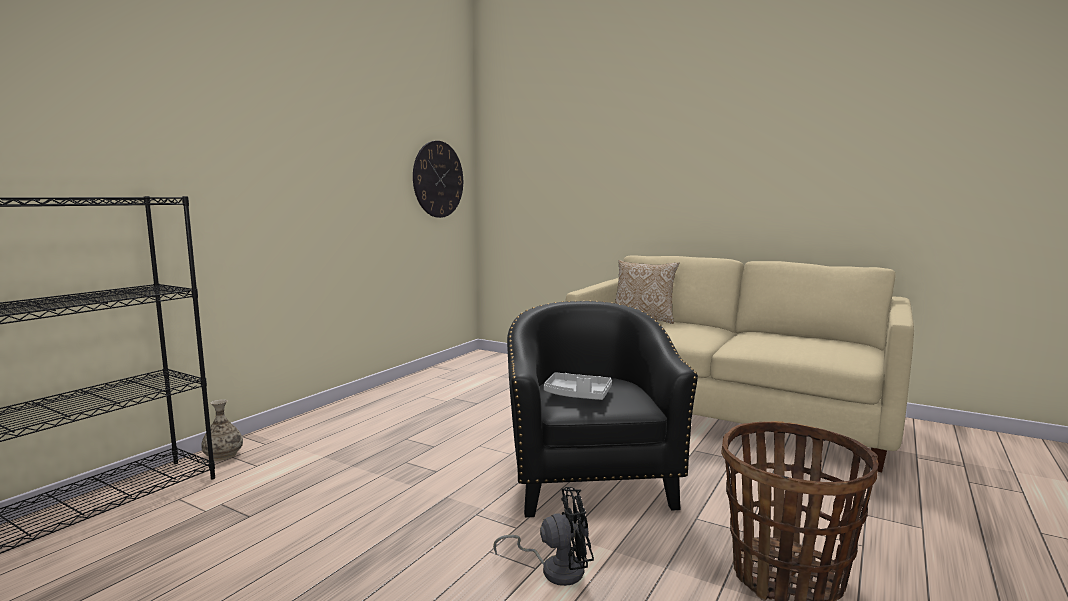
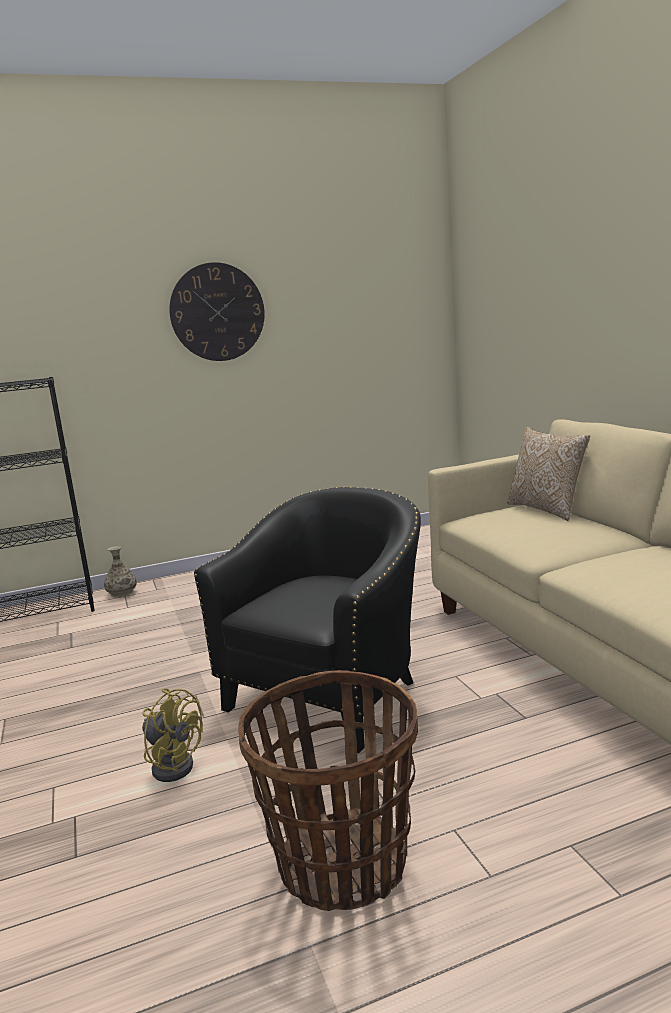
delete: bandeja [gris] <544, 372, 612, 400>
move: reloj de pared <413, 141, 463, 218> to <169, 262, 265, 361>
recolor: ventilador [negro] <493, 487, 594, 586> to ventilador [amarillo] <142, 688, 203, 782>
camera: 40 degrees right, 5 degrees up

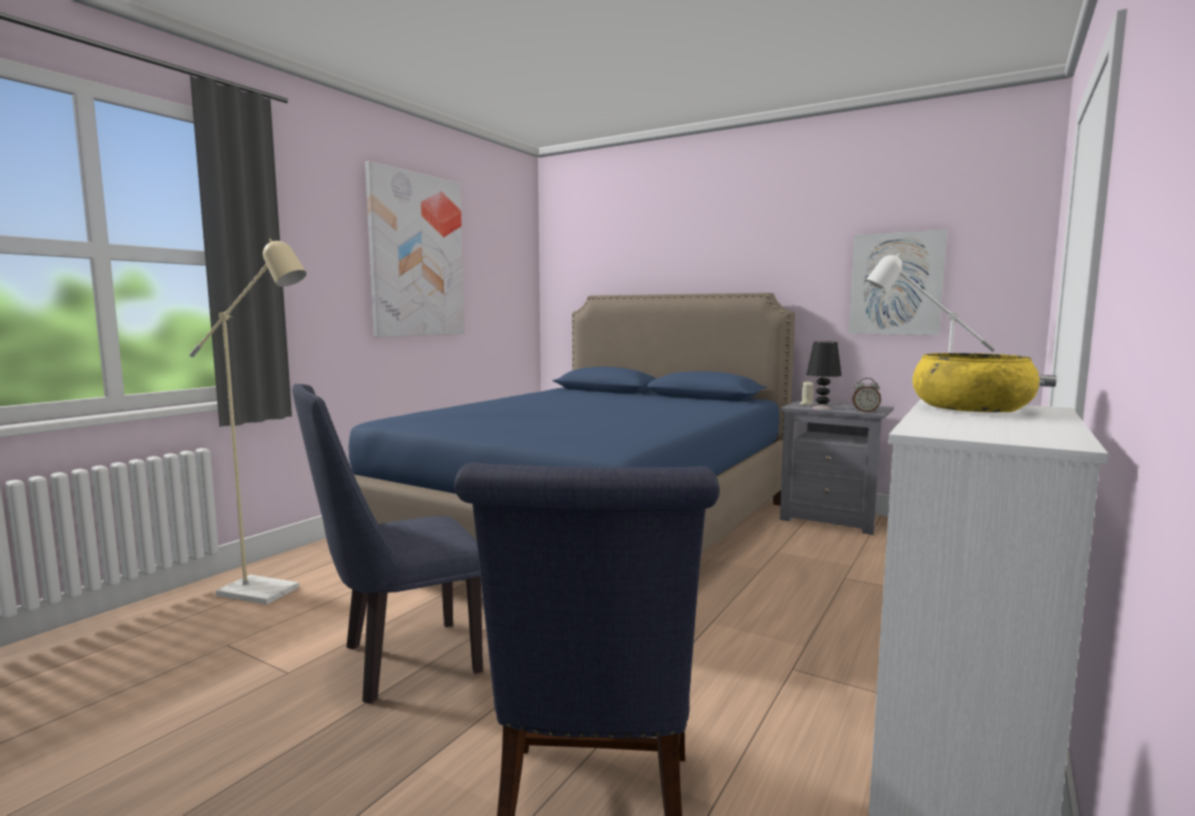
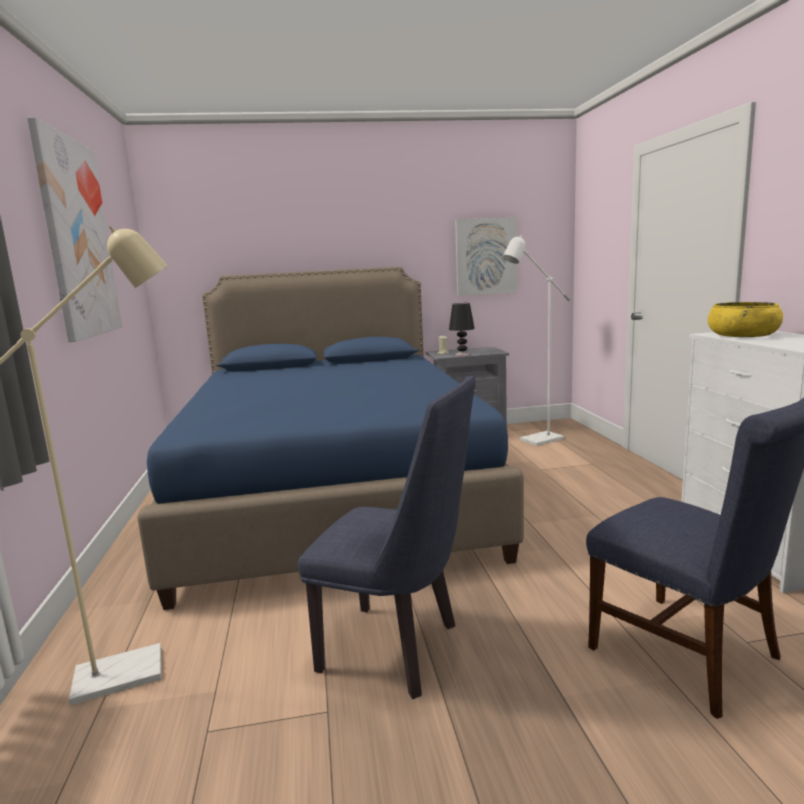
delete: despertador <852, 378, 881, 413>
rotate: silla [azul] <292, 384, 483, 704> = <297, 376, 476, 699> 90 degrees counterclockwise
camera: 40 degrees left, 5 degrees up

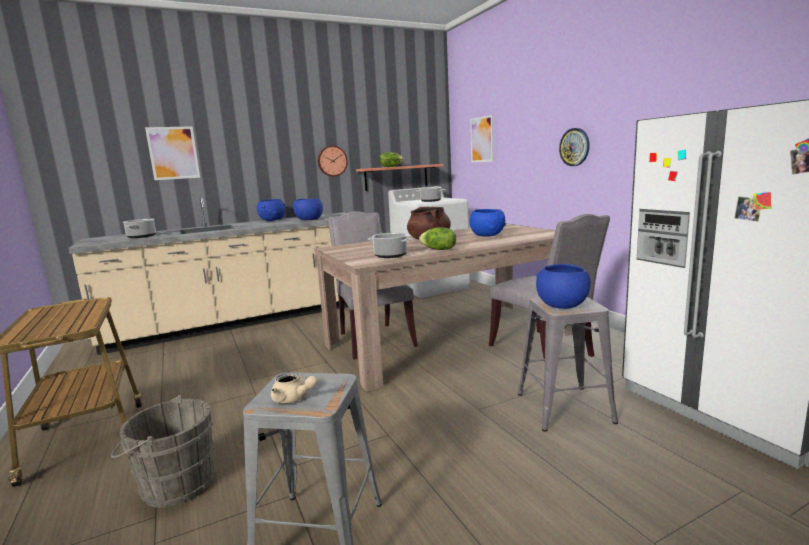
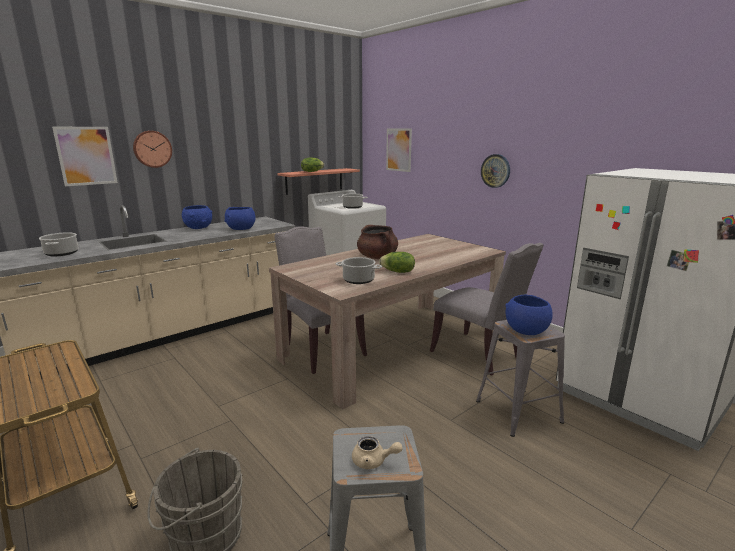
delete: cuenco [azul] <469, 209, 506, 237>
move: reloj de pared <318, 146, 348, 176> to <133, 131, 172, 168>
camera: 15 degrees left, 5 degrees up

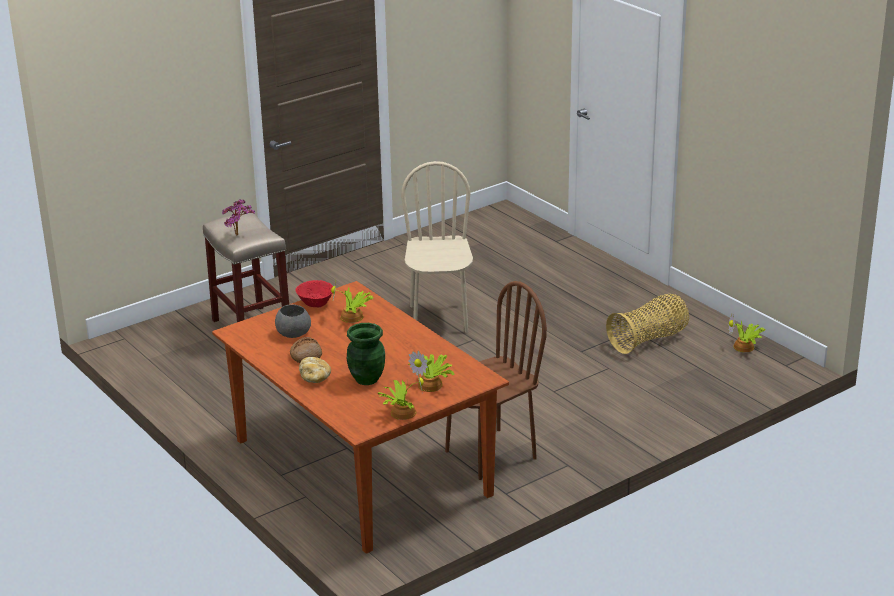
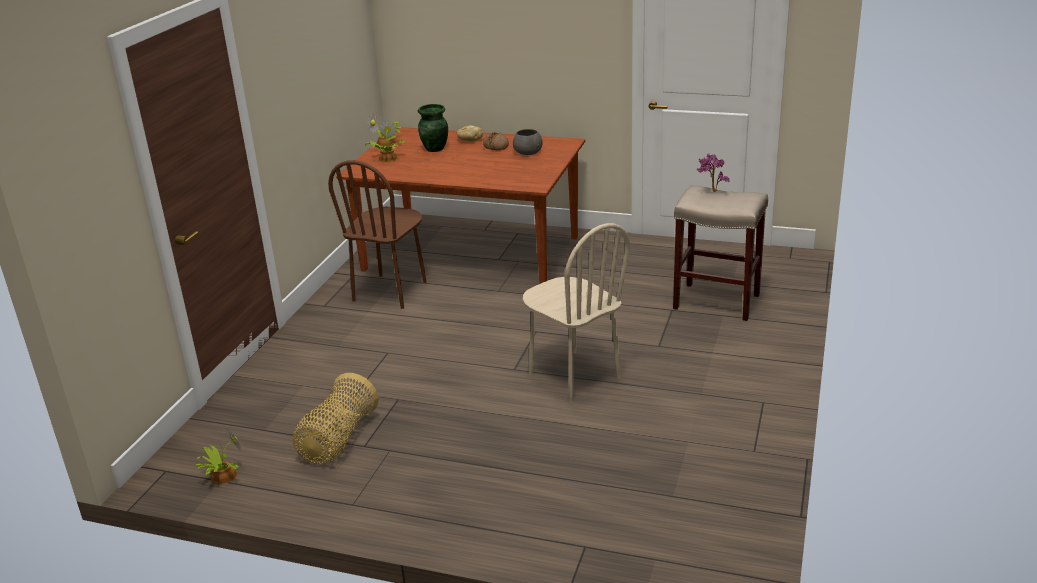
delete: cuenco [rojo] <296, 280, 333, 307>; planta en maceta <331, 280, 374, 323>
camera: 145 degrees right, 0 degrees up

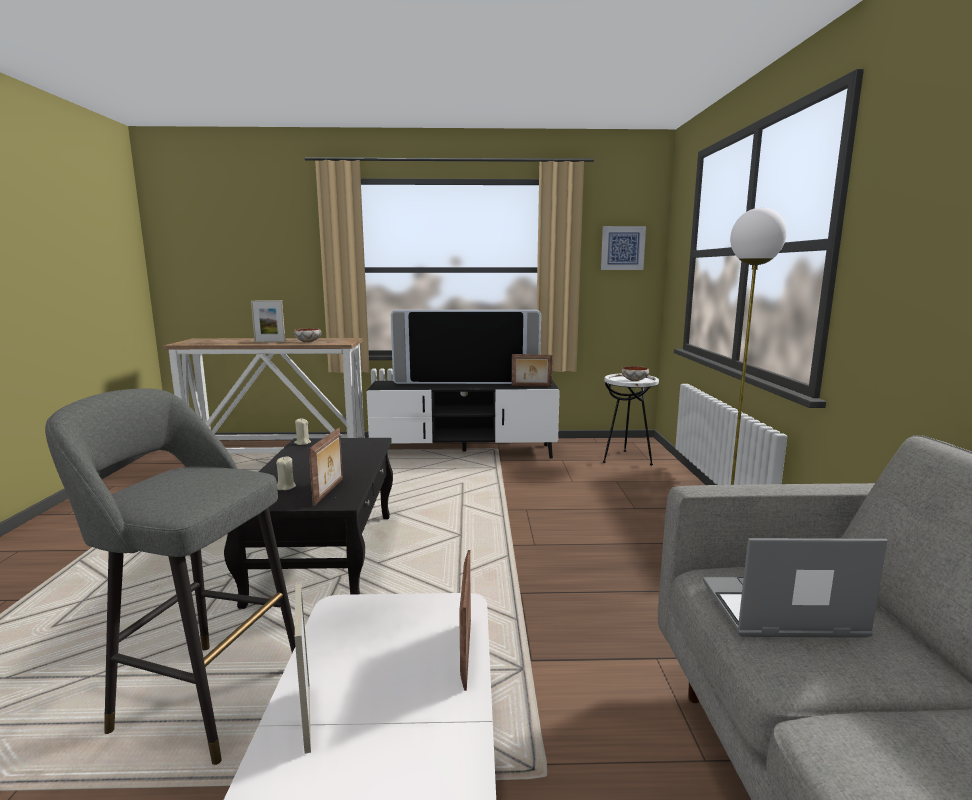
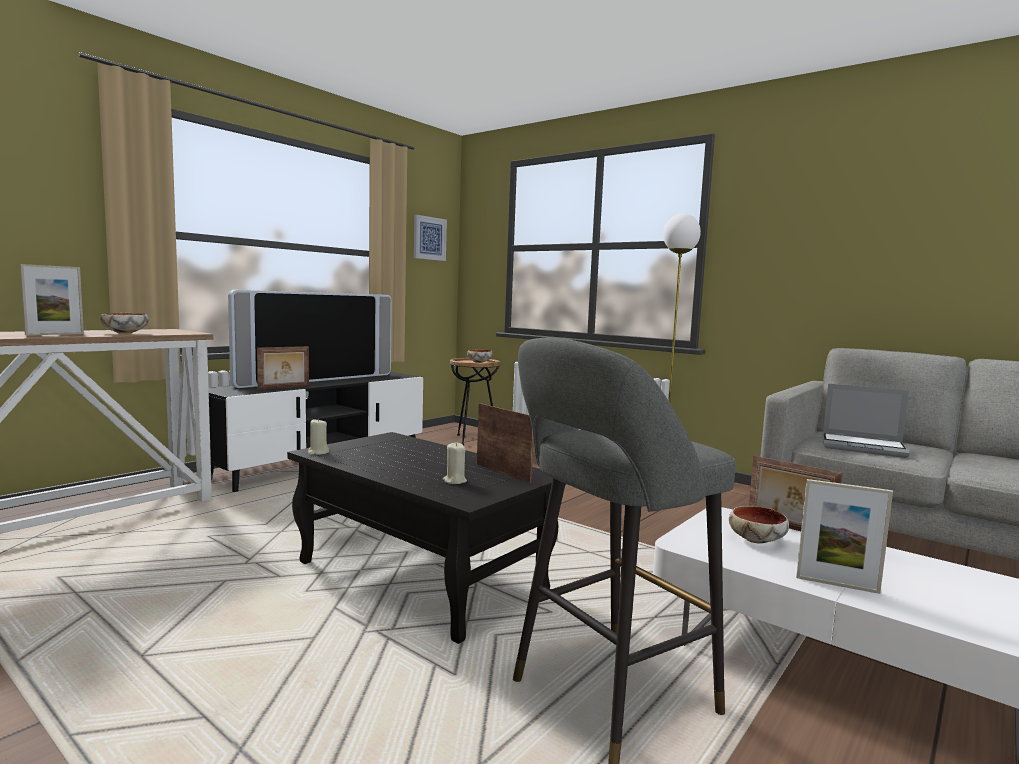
insert: cuenco <729, 506, 789, 544>
move: portarretratos <512, 354, 552, 387> to <257, 346, 309, 390>
recolor: mesa auxiliar [blanco] <603, 373, 659, 465> to mesa auxiliar [marrón] <450, 358, 500, 445>
rotate: portátil <703, 538, 887, 638> = <823, 384, 910, 458> 105 degrees counterclockwise
camera: 50 degrees left, 5 degrees down

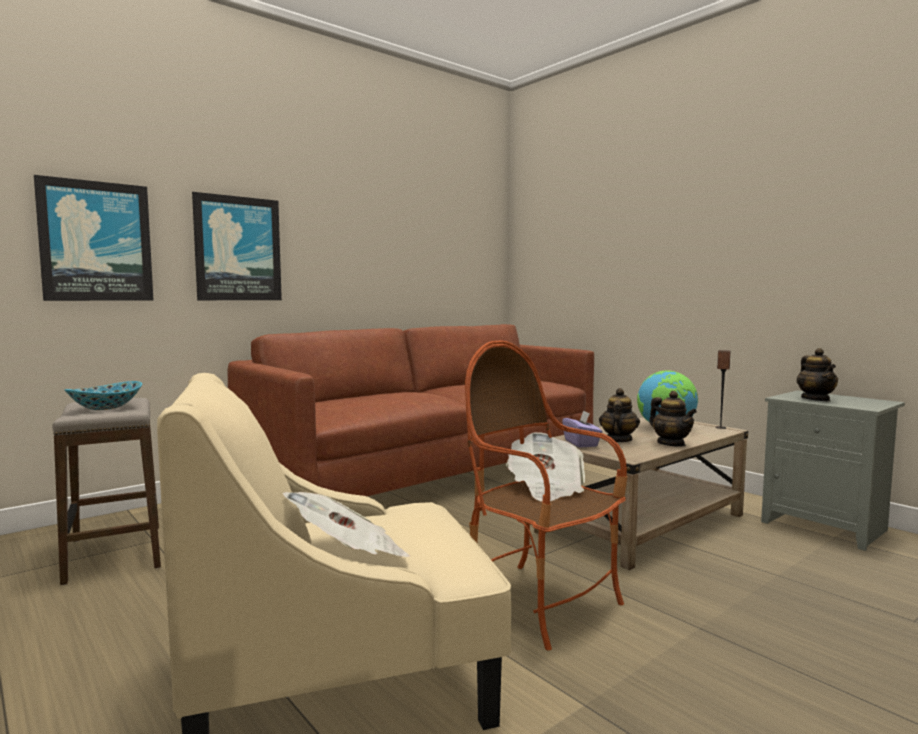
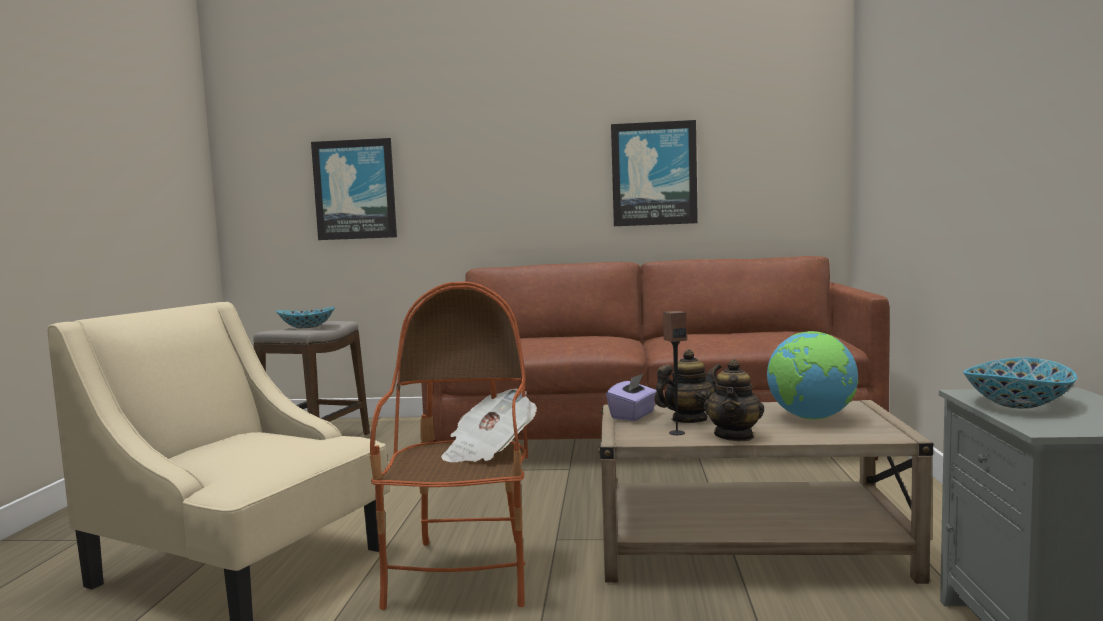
delete: periódico <283, 492, 410, 557>
move: cuadro <192, 192, 282, 300> to <611, 120, 698, 226>; altavoz <715, 350, 730, 429> to <663, 311, 687, 435>
replace: tetera <796, 348, 838, 401> to cuenco <963, 358, 1077, 409>
camera: 45 degrees right, 0 degrees up

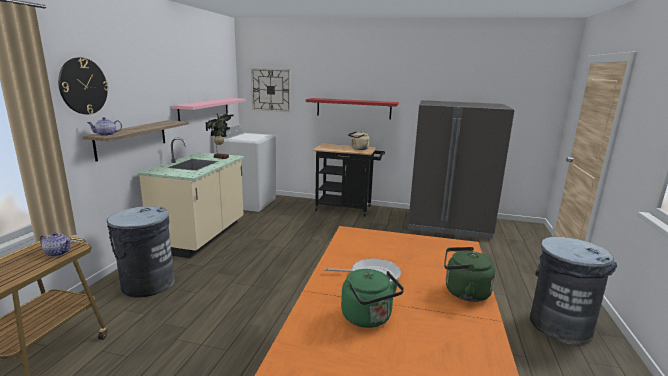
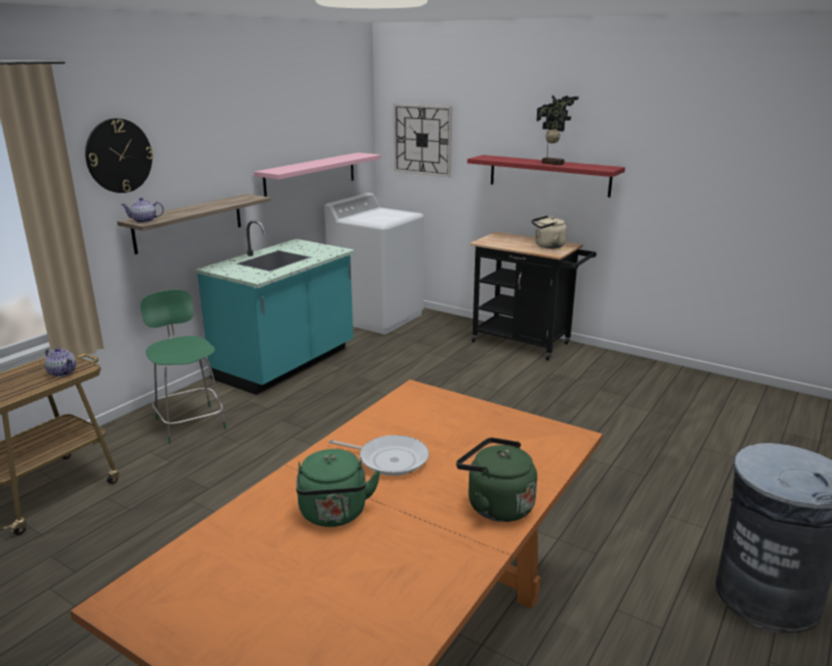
delete: nevera [gris] <408, 100, 515, 239>
move: planta en maceta <205, 114, 233, 159> to <536, 95, 579, 165>
replace: papelera [gris] <107, 206, 175, 298> to silla [verde] <140, 290, 226, 444>
recolor: mueble bajo de cocina [beis] <138, 137, 244, 258> to mueble bajo de cocina [turquesa] <196, 220, 355, 395>
camera: 20 degrees right, 5 degrees up

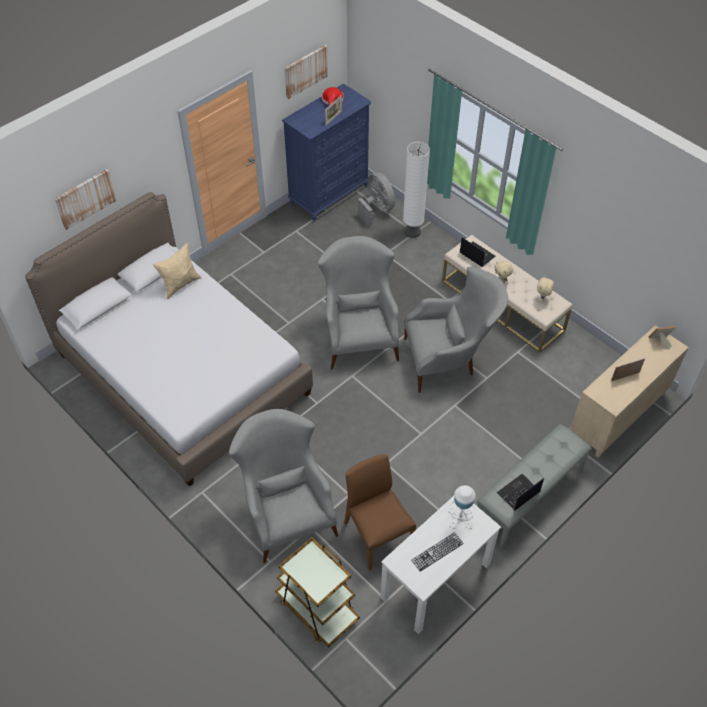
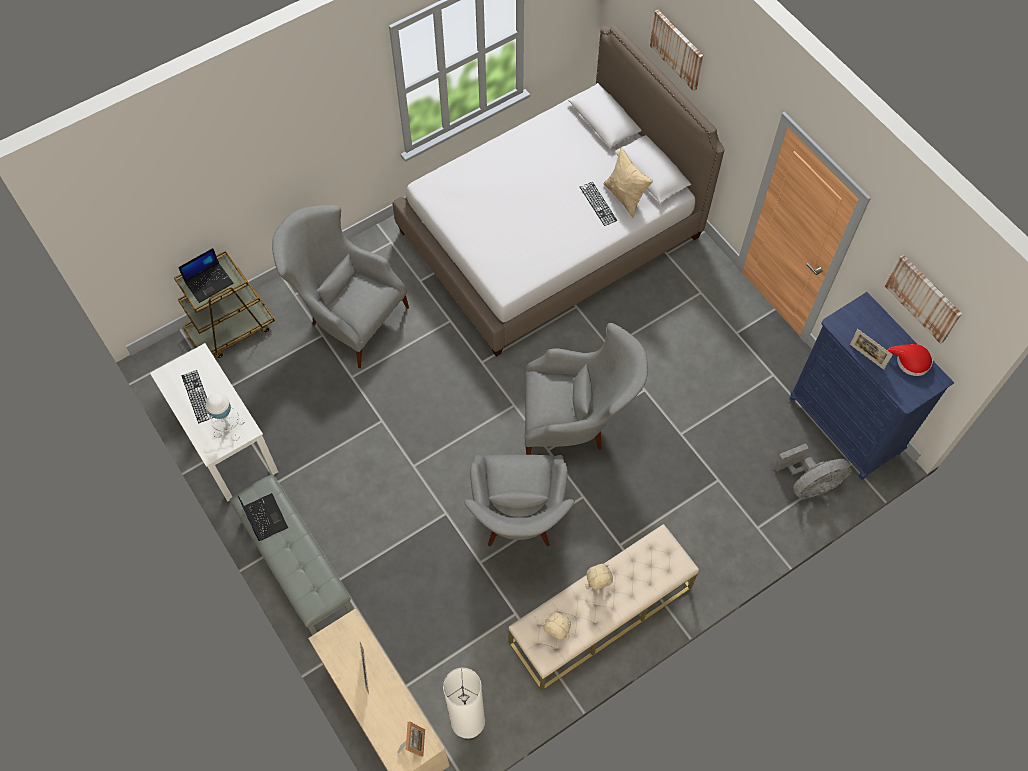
delete: silla [marrón] <344, 455, 416, 570>
insert: teclado <580, 182, 617, 226>
move: lámpara de pie [blanco] <403, 142, 430, 238> to <443, 668, 485, 740>; portátil <460, 237, 495, 267> to <178, 248, 234, 303>
rotate: sillón [gris] <229, 409, 338, 563> = <272, 205, 409, 368> 135 degrees counterclockwise
camera: 100 degrees right, 10 degrees up

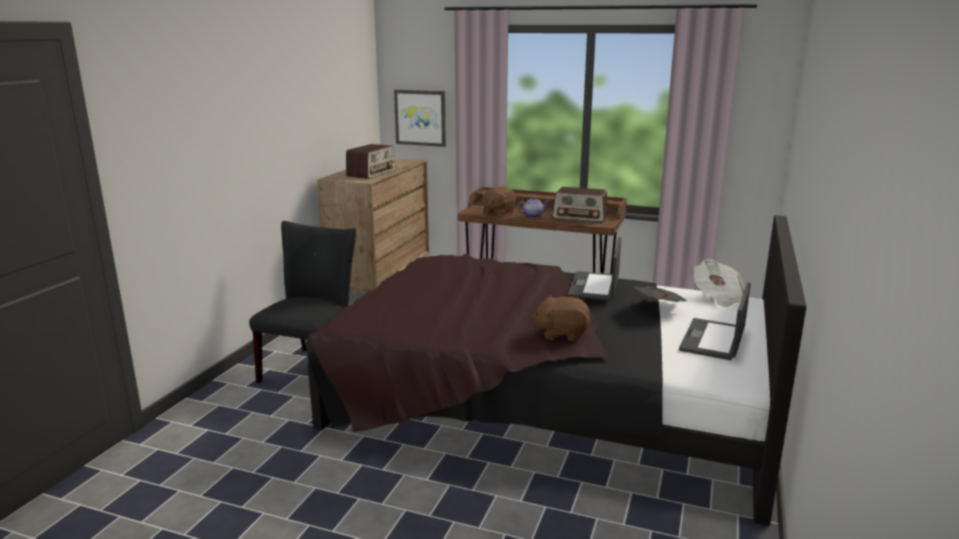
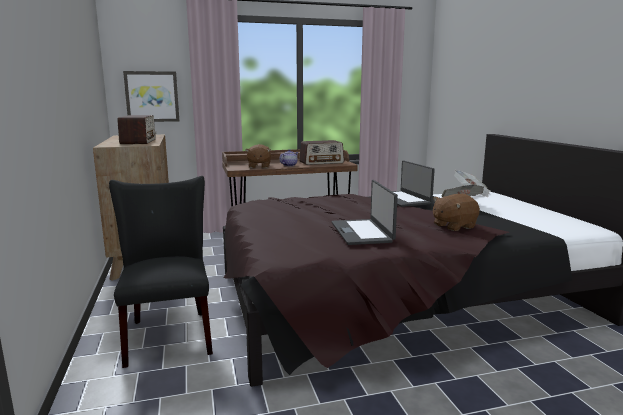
move: portátil <679, 282, 751, 360> to <332, 180, 398, 245>
camera: 35 degrees left, 5 degrees down

